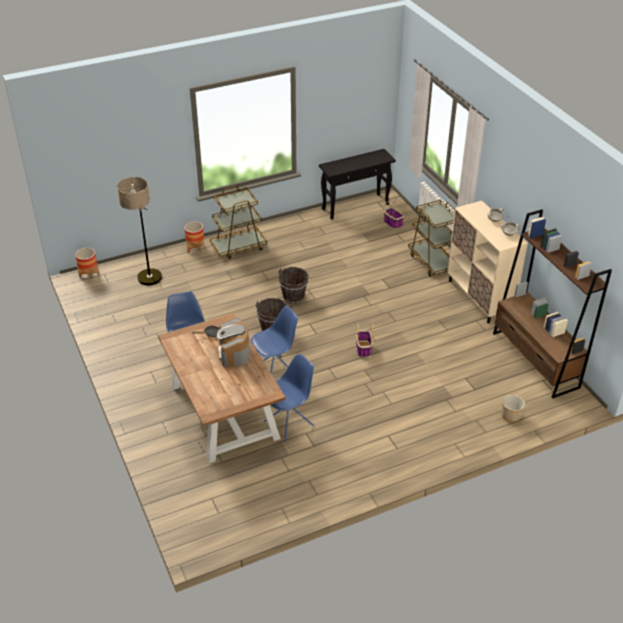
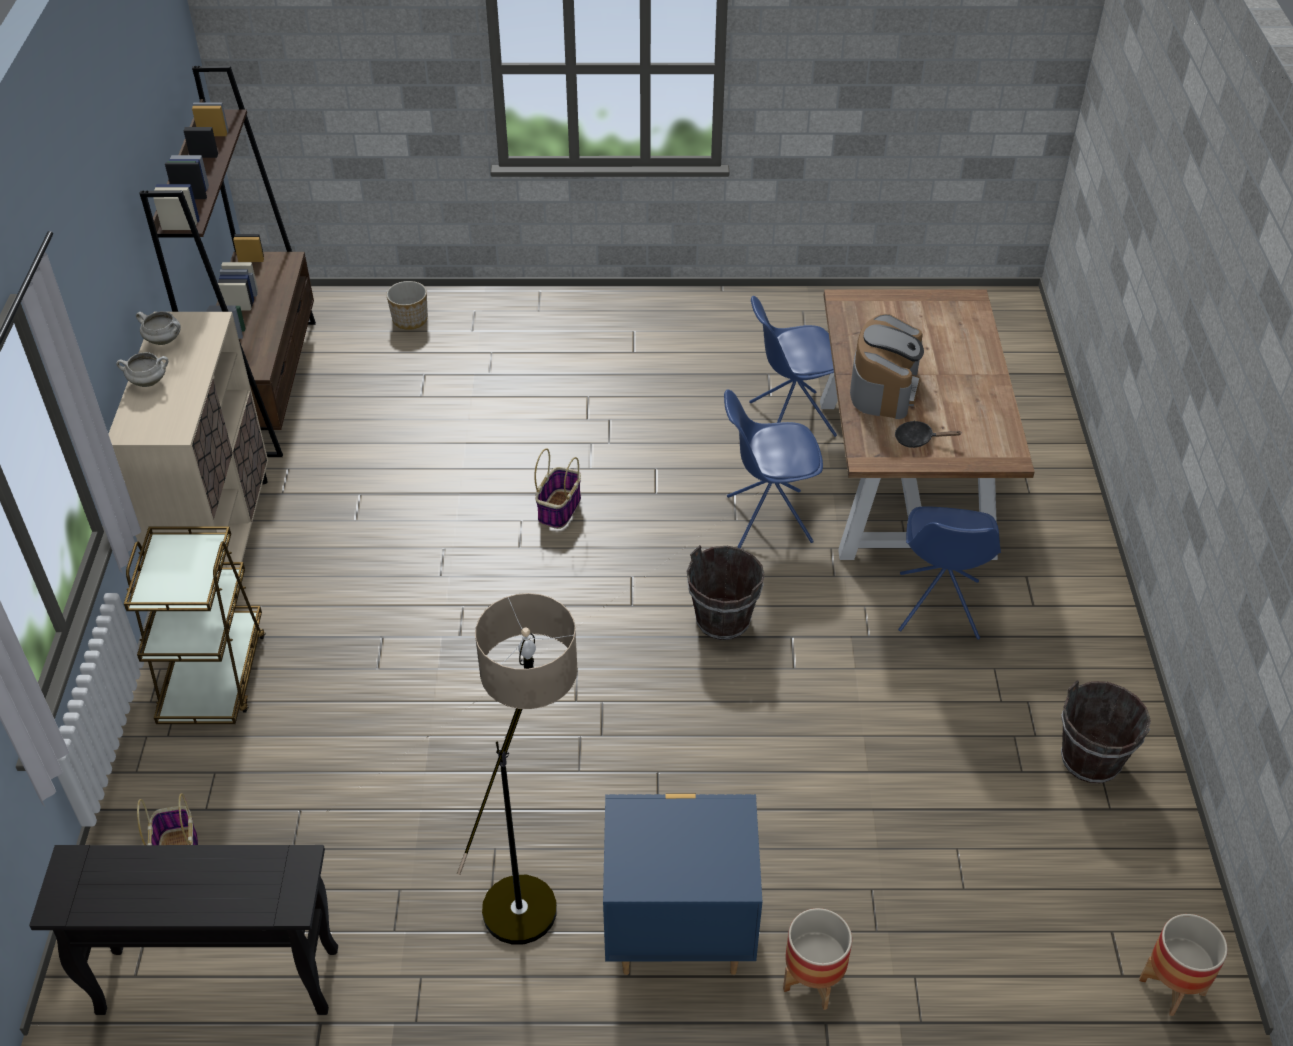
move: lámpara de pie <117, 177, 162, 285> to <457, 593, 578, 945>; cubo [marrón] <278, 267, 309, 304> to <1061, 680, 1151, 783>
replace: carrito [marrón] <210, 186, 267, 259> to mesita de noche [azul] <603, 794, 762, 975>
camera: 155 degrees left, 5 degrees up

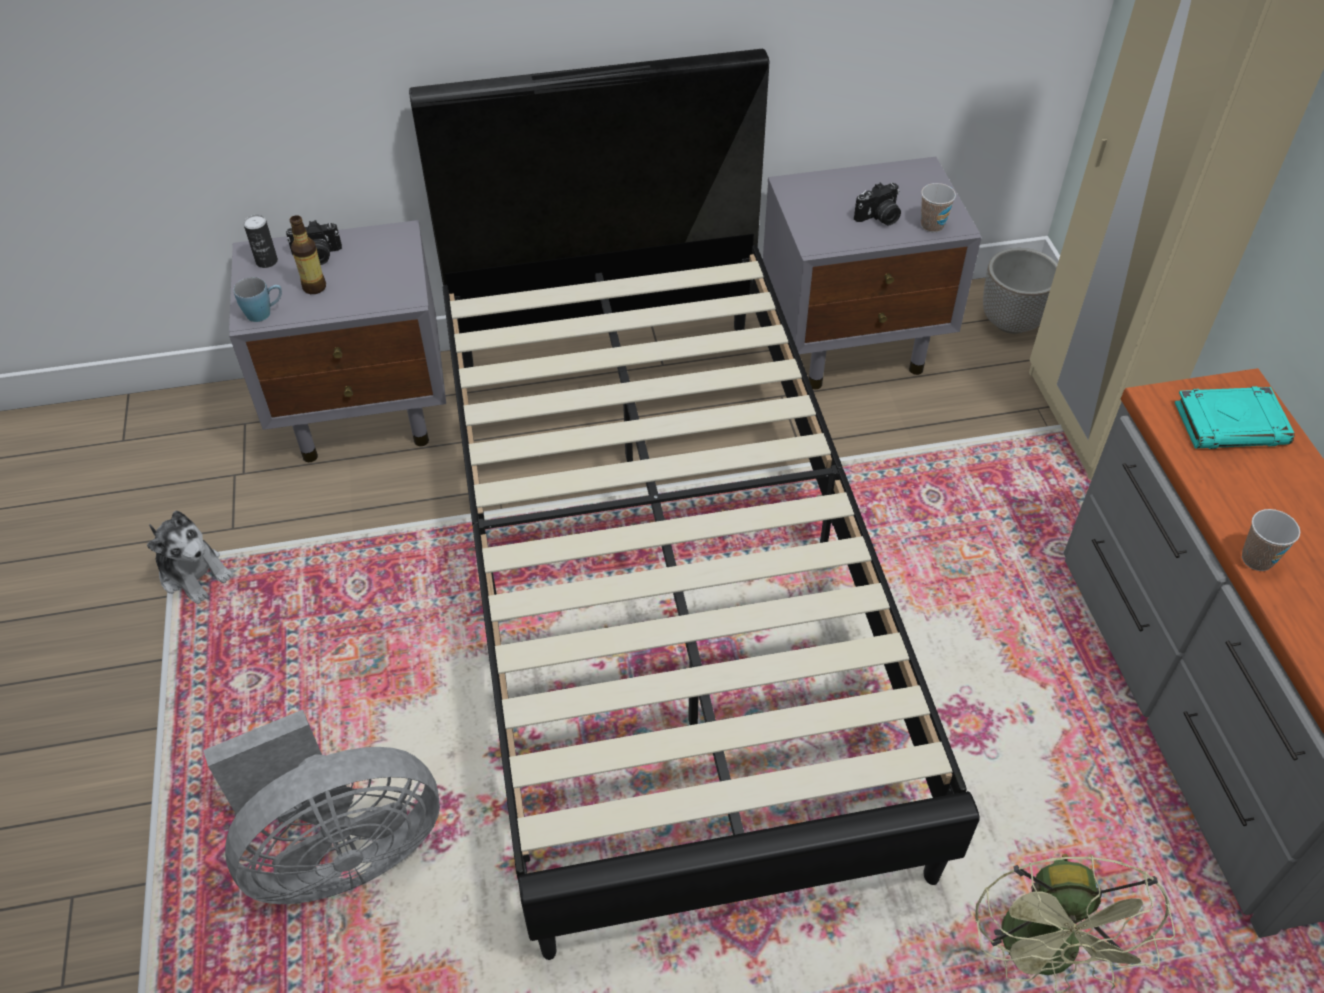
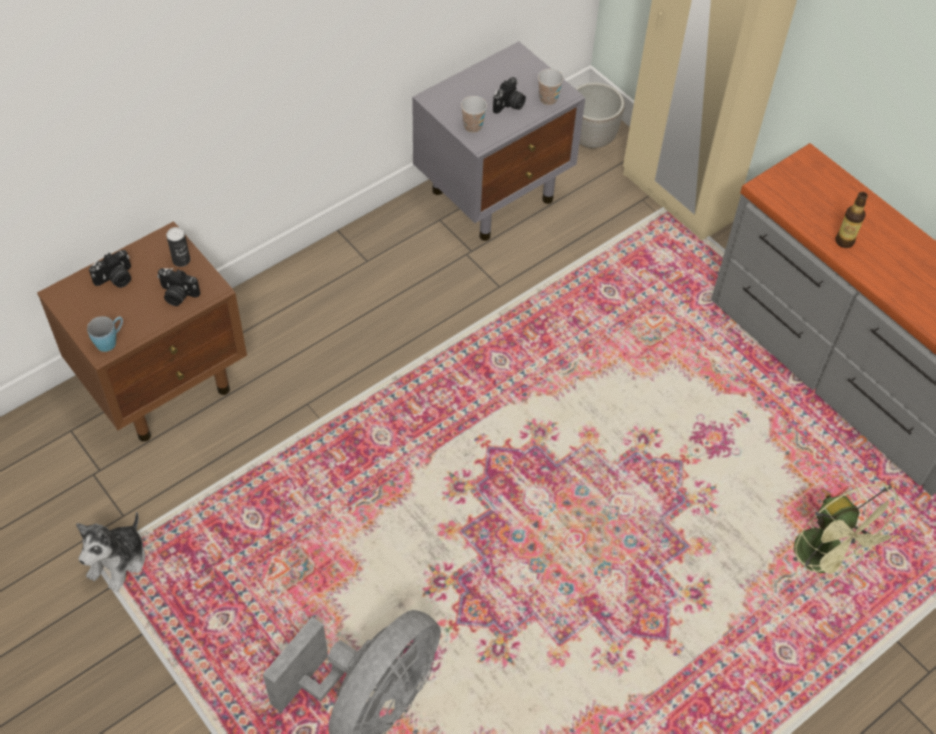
delete: cama [negro] <409, 49, 980, 960>; libro [turquesa] <1175, 386, 1295, 449>
insert: cámara <157, 268, 200, 306>
move: lata <244, 215, 278, 268> to <166, 227, 190, 267>; botella <290, 215, 326, 294> to <835, 192, 868, 248>; taza <1242, 509, 1300, 571> to <461, 96, 487, 133>
recolor: mesita de noche [gris] <229, 220, 446, 462> to mesita de noche [marrón] <37, 221, 247, 442>
rotate: peluche <147, 511, 234, 604> = <76, 512, 145, 592> 105 degrees clockwise
camera: 30 degrees left, 5 degrees up

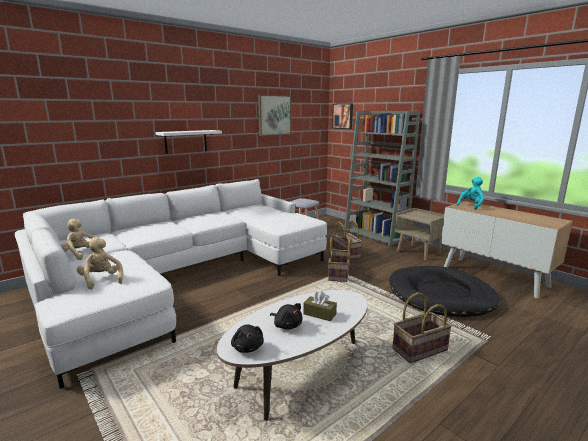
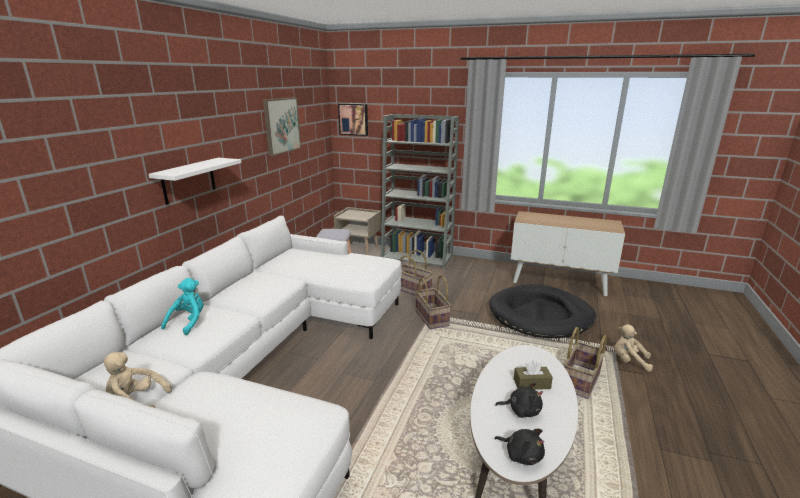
move: peluche [beis] <77, 237, 123, 290> to <614, 324, 653, 372>; mesita de noche [beis] <395, 208, 444, 261> to <334, 207, 381, 255>; peluche [turquesa] <456, 177, 484, 210> to <161, 278, 204, 335>
camera: 30 degrees left, 5 degrees up

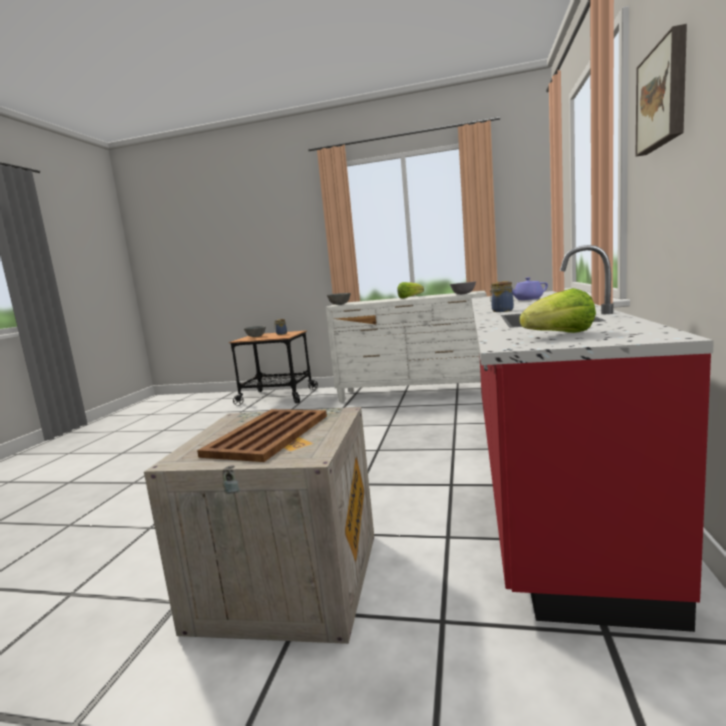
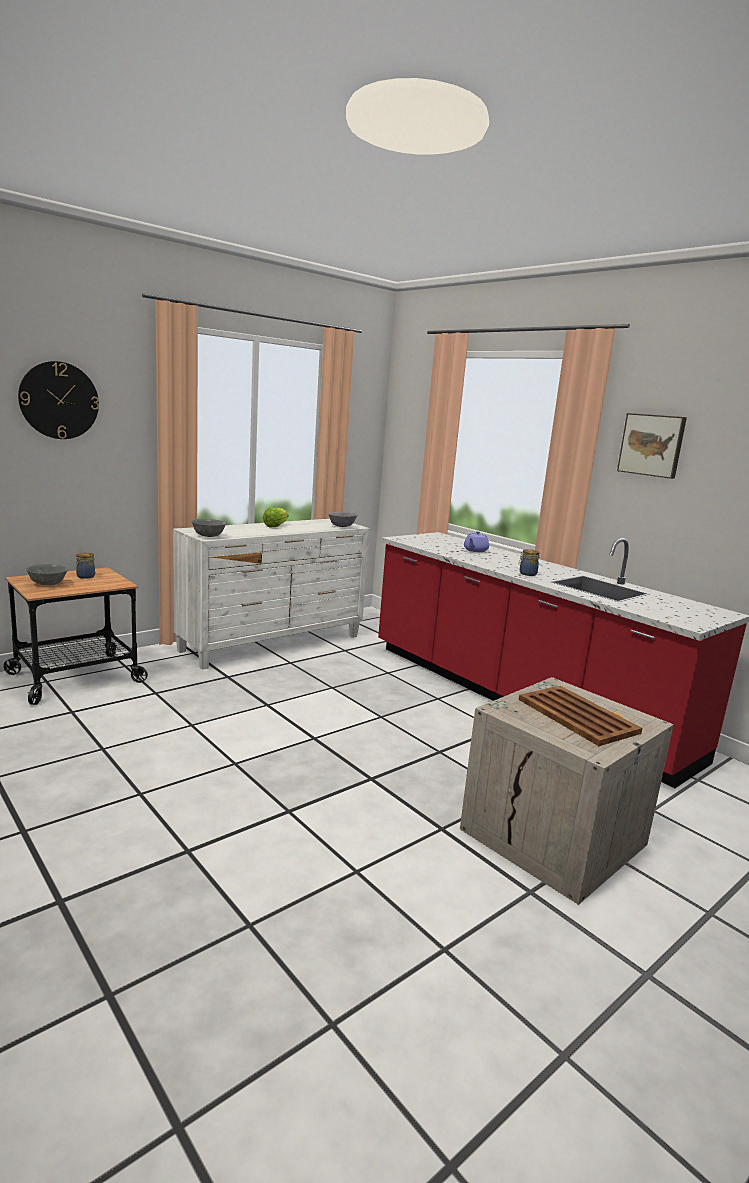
delete: lechuga <519, 288, 596, 333>
insert: reloj de pared <18, 361, 99, 439>
camera: 55 degrees left, 5 degrees up

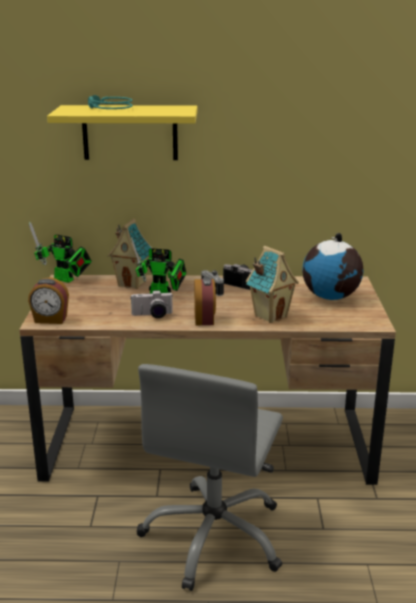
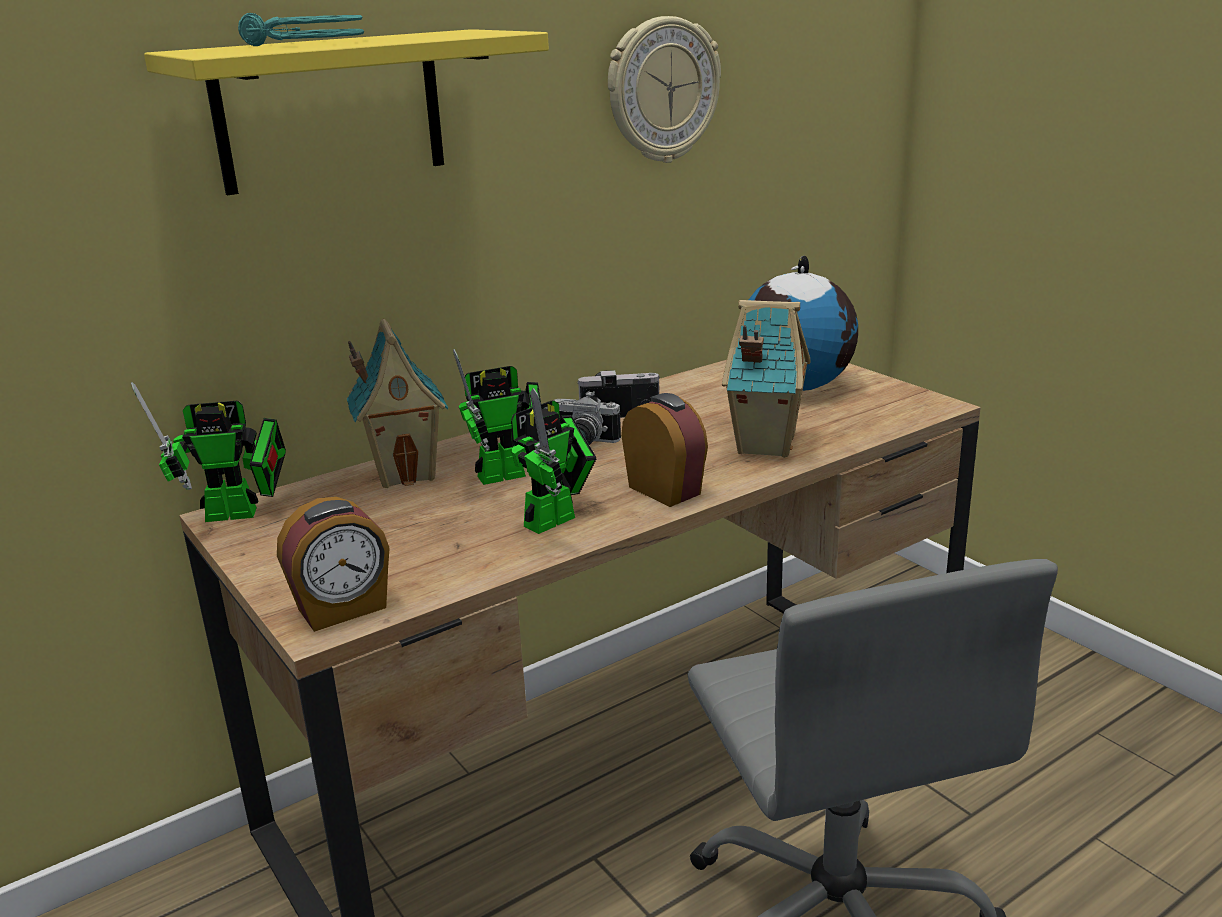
insert: reloj de pared <608, 16, 721, 163>
replace: cámara <131, 290, 173, 318> to robot de juguete <511, 388, 597, 534>
camera: 35 degrees left, 0 degrees up

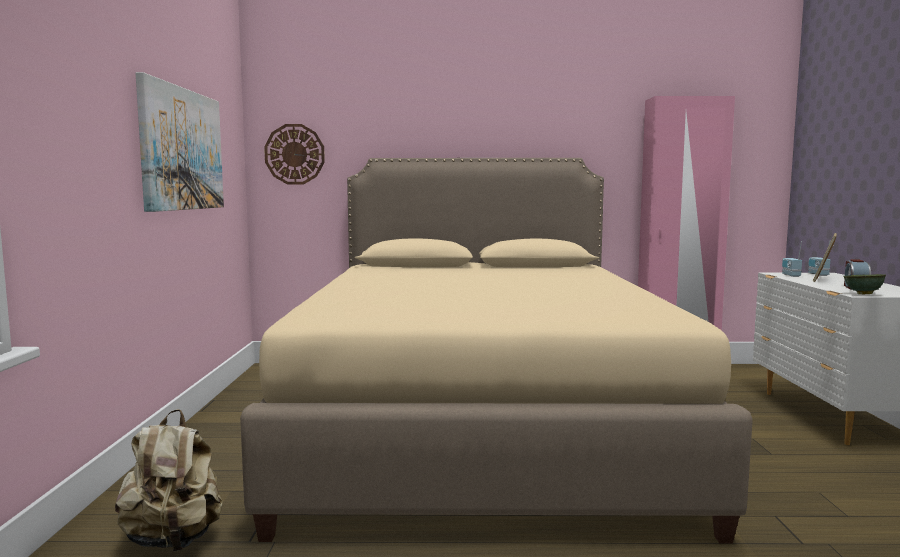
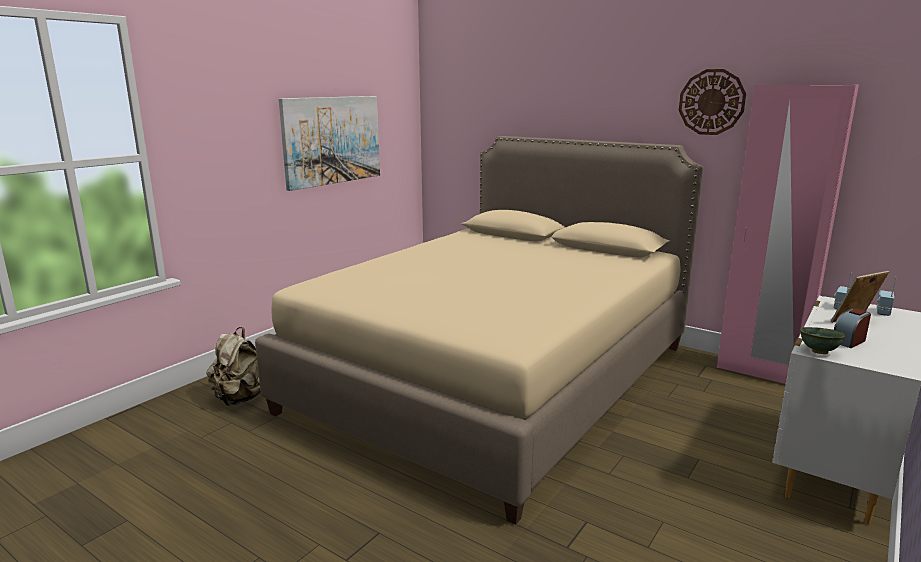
move: reloj de pared <264, 124, 325, 185> to <679, 69, 746, 135>
camera: 35 degrees right, 10 degrees up

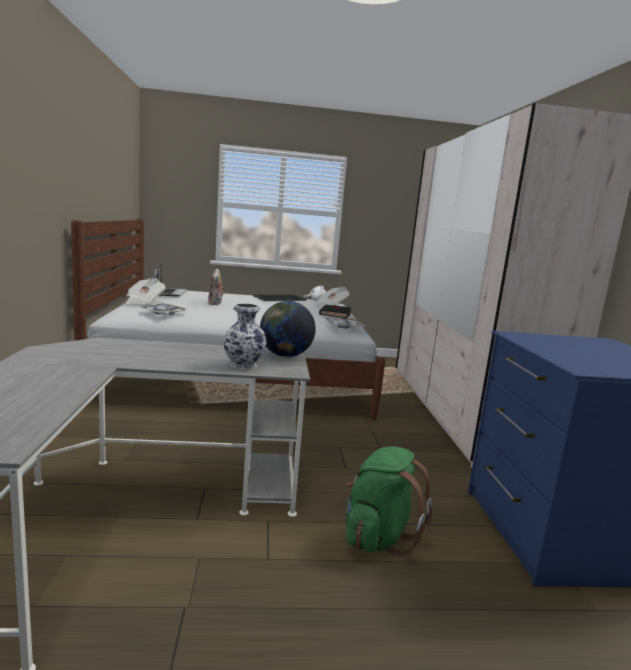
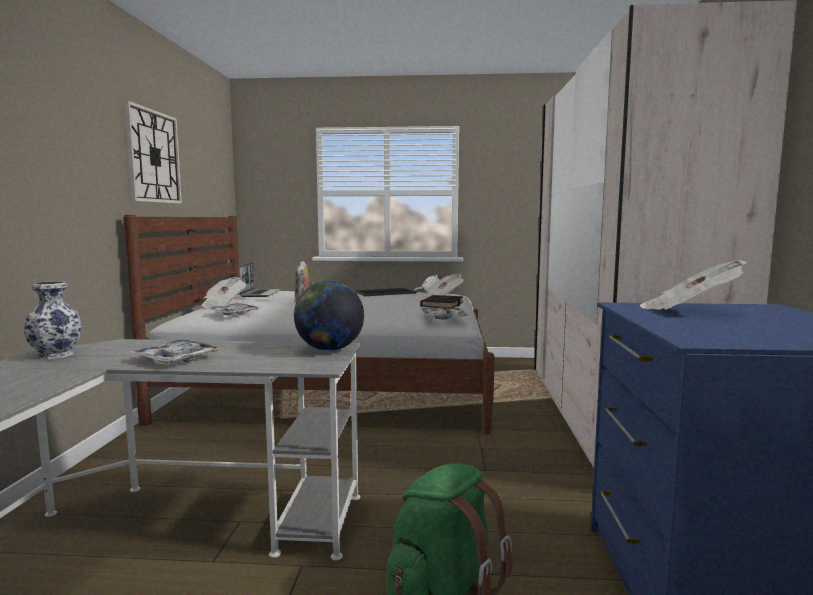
insert: reloj de pared <124, 101, 182, 204>; bandeja <130, 339, 222, 363>; periódico <639, 260, 747, 310>
move: florero <223, 303, 267, 370> to <24, 281, 82, 359>
camera: 10 degrees right, 5 degrees down

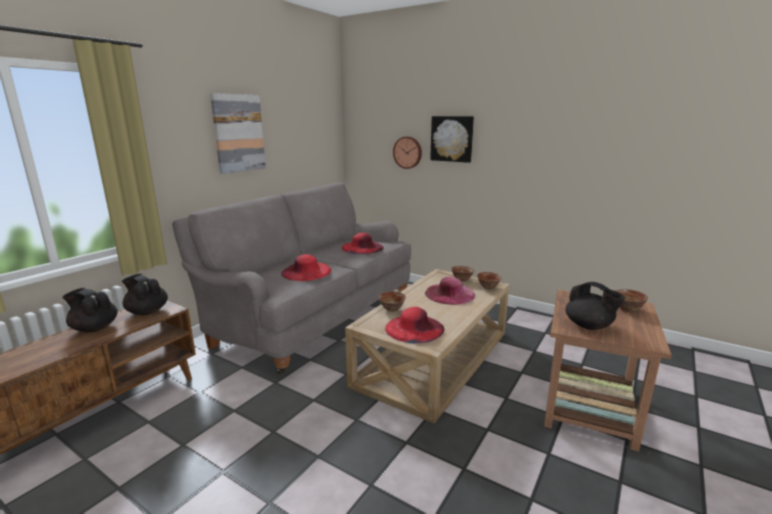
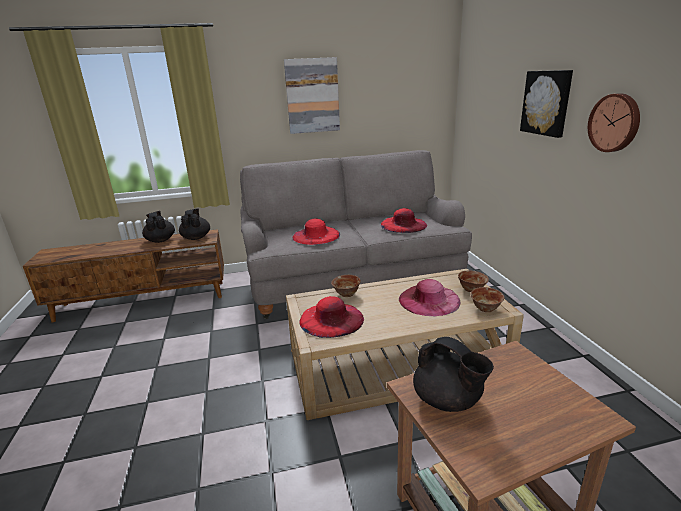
delete: cuenco <615, 289, 648, 312>
move: reloj de pared <393, 136, 422, 169> to <588, 93, 640, 152>
rotate: tetera [negro] <566, 282, 625, 330> = <413, 337, 494, 412> 45 degrees counterclockwise
camera: 45 degrees right, 5 degrees up

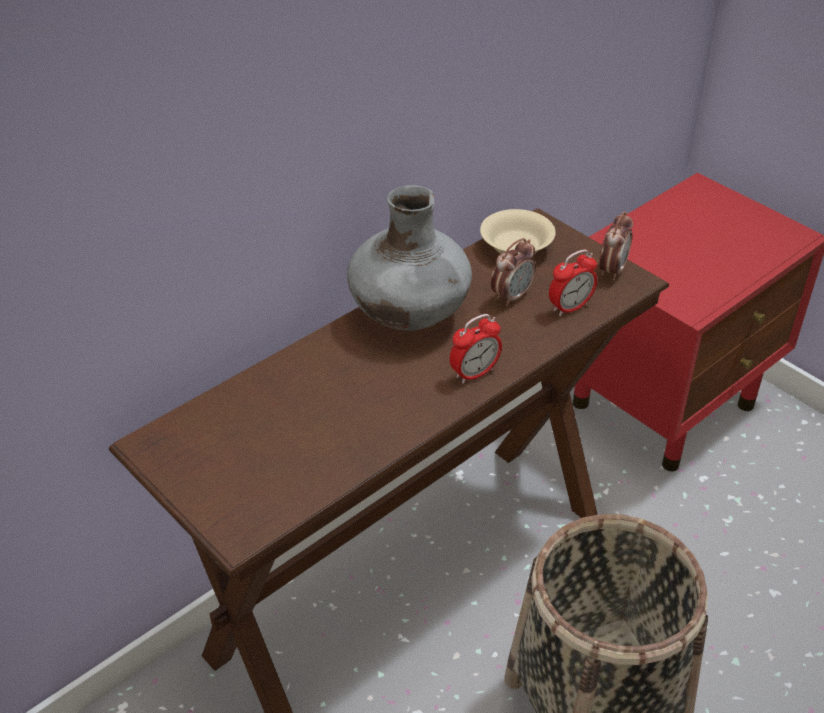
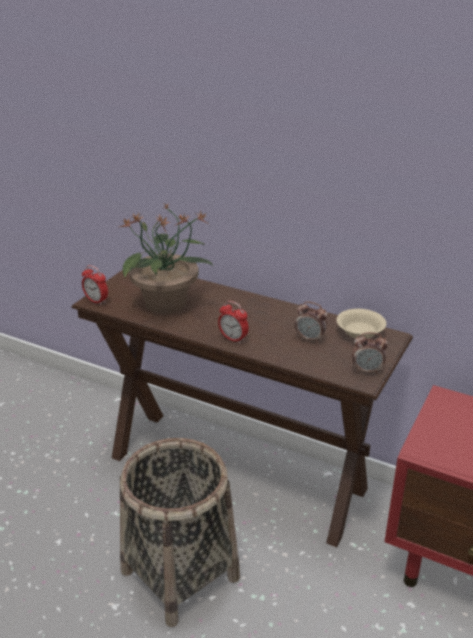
delete: florero [gris] <347, 185, 472, 331>
insert: planta en maceta <119, 203, 213, 314>
move: despertador <549, 250, 597, 316> to <82, 265, 108, 305>
camera: 70 degrees right, 10 degrees down

